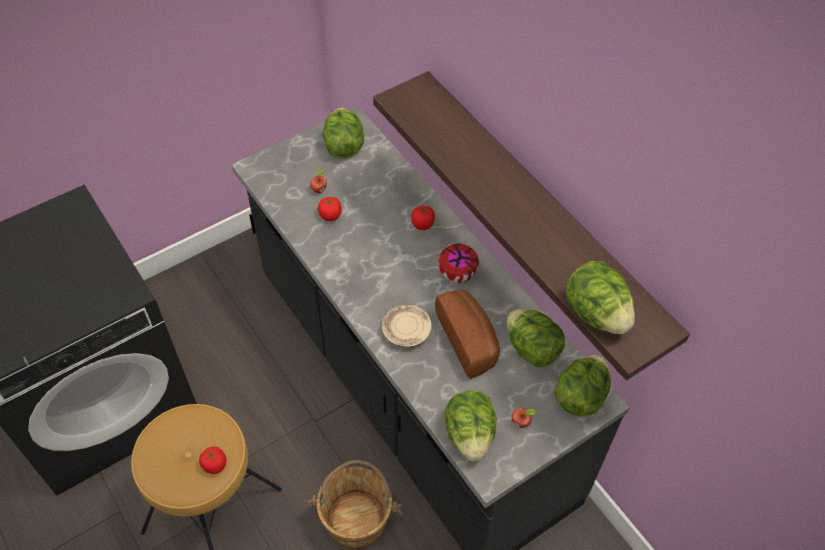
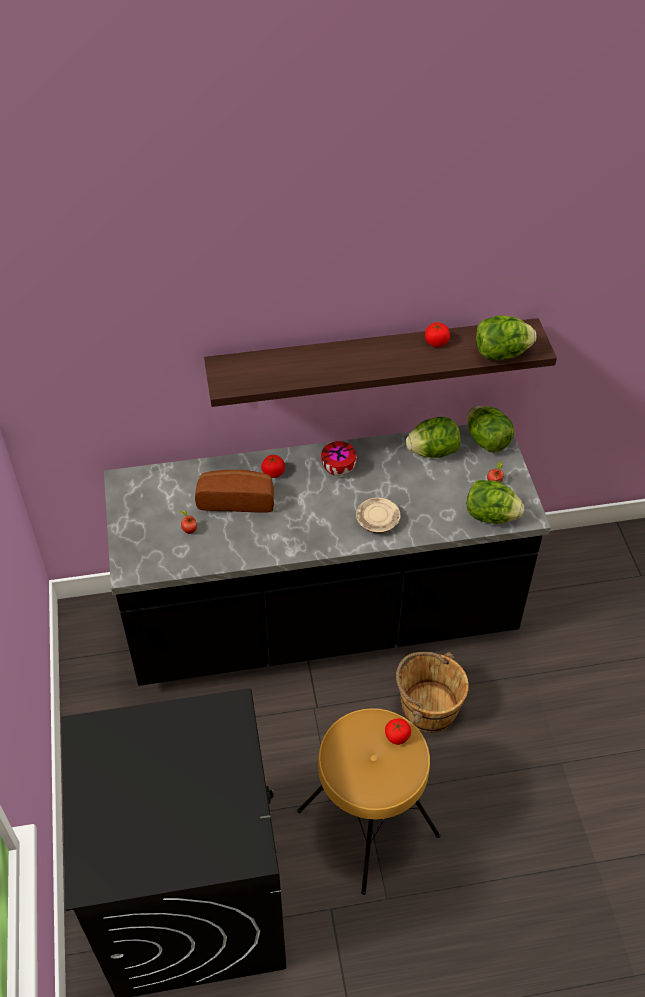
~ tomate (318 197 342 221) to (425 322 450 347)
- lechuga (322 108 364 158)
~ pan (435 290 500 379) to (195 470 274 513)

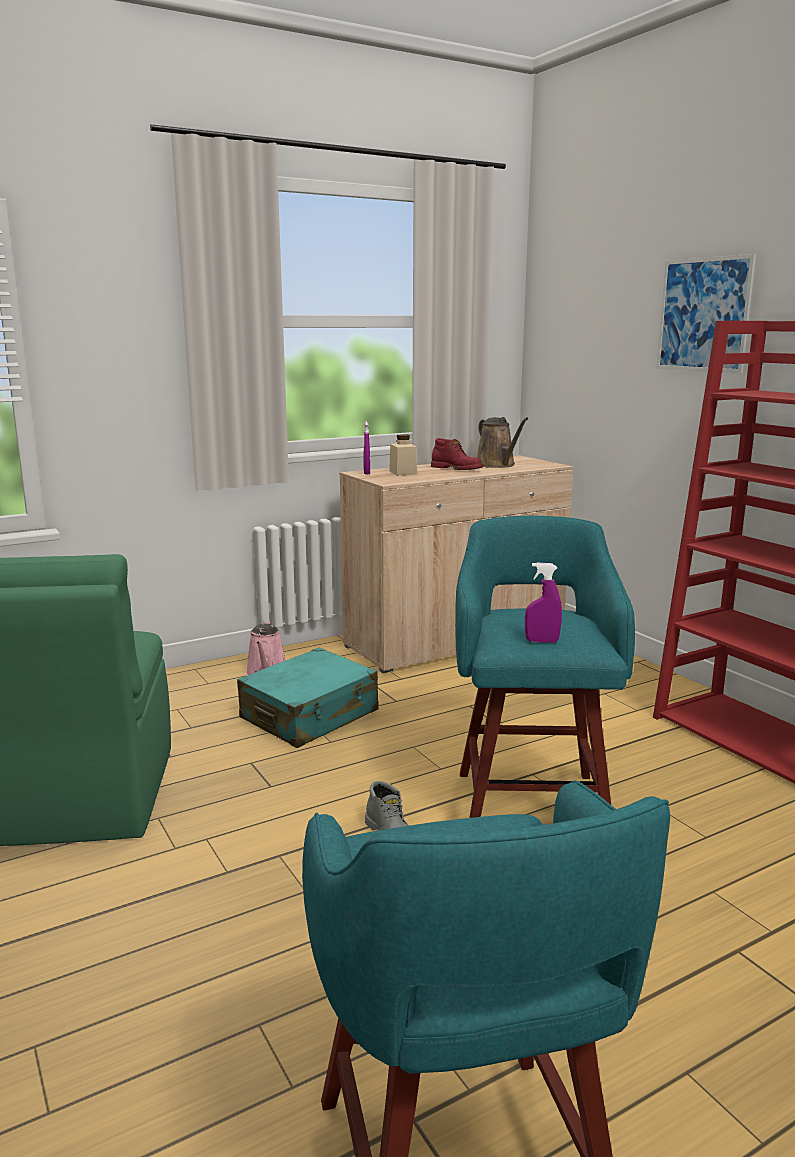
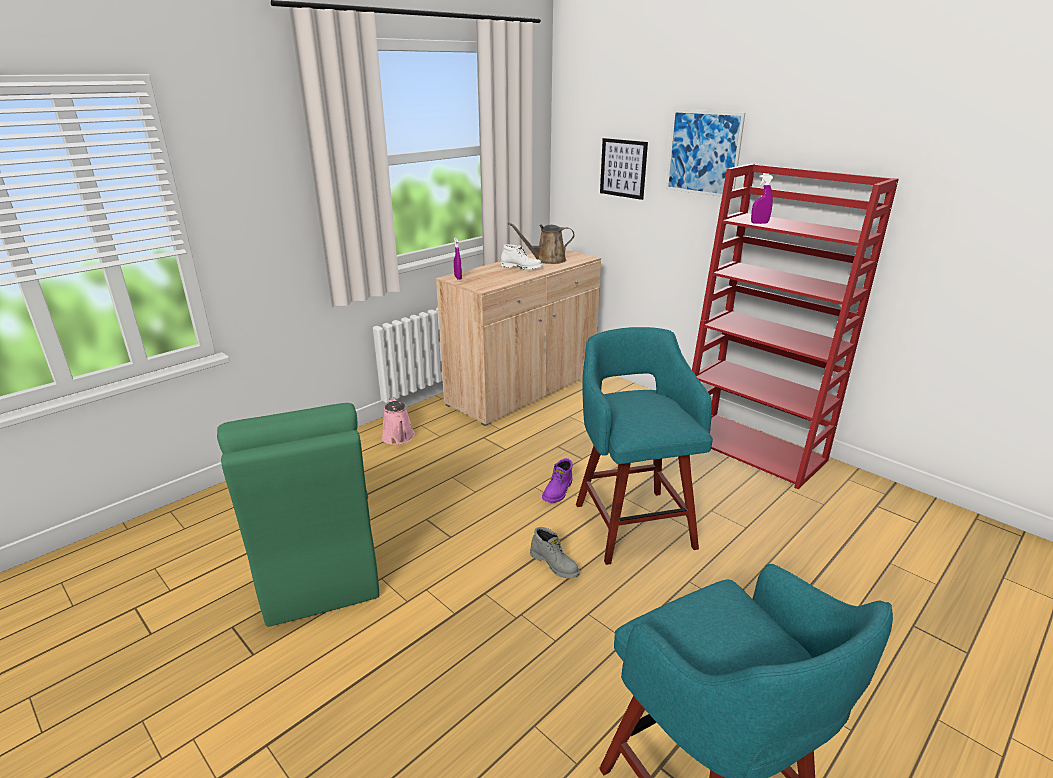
- maleta [turquesa] (237 648 379 748)
- tarro [beis] (389 434 417 476)
~ bota [rojo] (431 438 483 470) to bota [blanco] (501 244 543 270)
~ regadera [marrón] (477 417 528 468) = (508 222 575 264) 120 degrees clockwise
~ pulverizador [morado] (525 563 562 643) to (751 175 774 224)
+ bota [morado] (542 458 573 503)
+ cuadro (600 138 648 200)

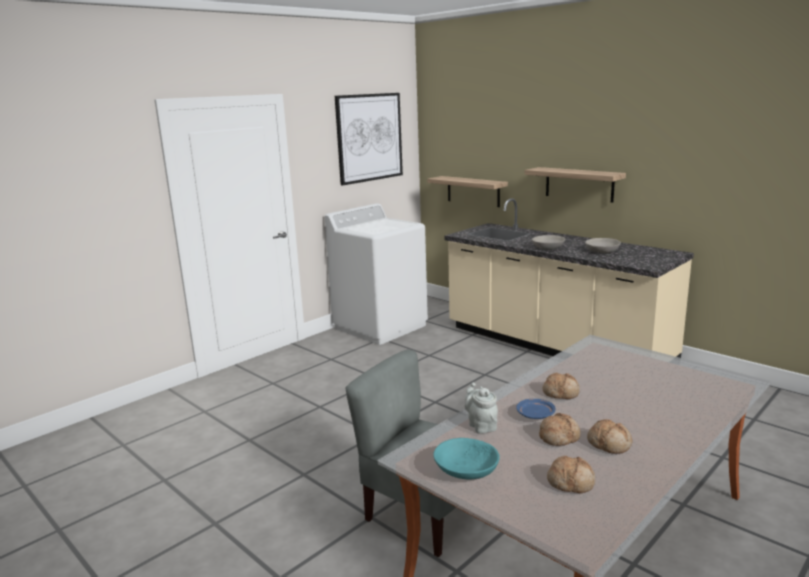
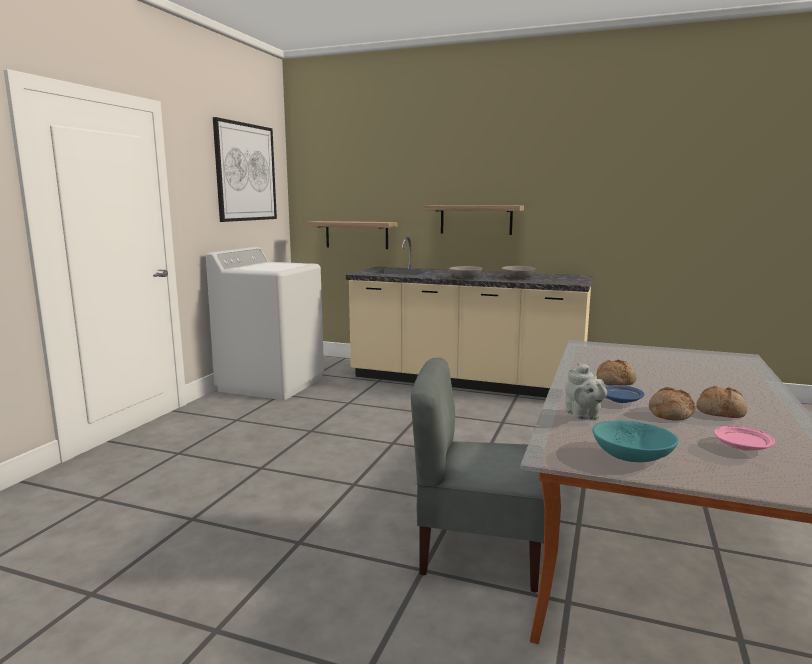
~ tetera [gris] (465 382 498 433) = (565 362 607 420) 150 degrees counterclockwise
~ pan (547 456 595 493) to plato [rosa] (714 426 775 451)

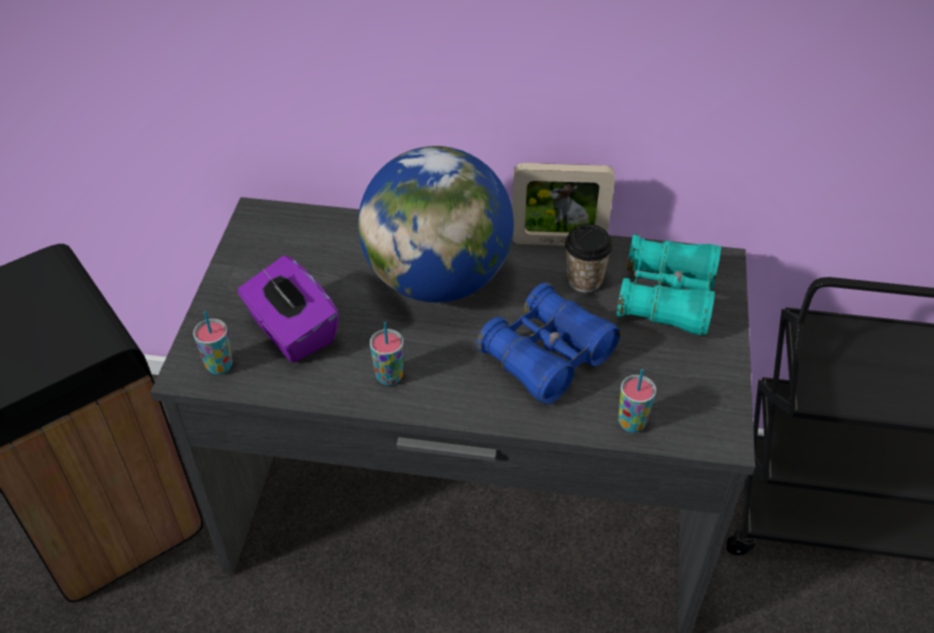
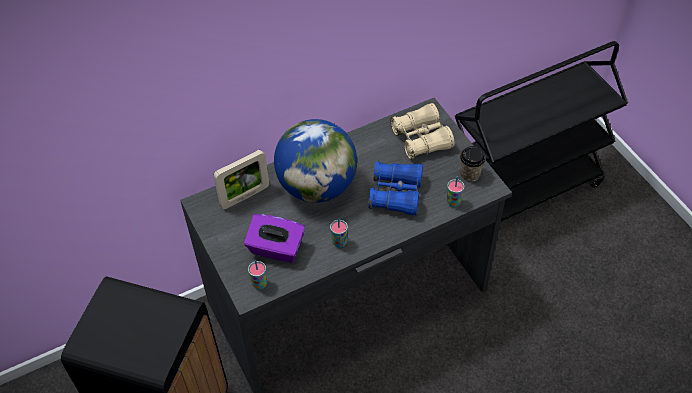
~ portarretratos (512 163 615 246) to (213 150 269 209)
~ taza (565 224 613 292) to (460 146 486 182)
~ prismáticos [turquesa] (616 234 721 336) to prismáticos [beis] (390 103 454 159)

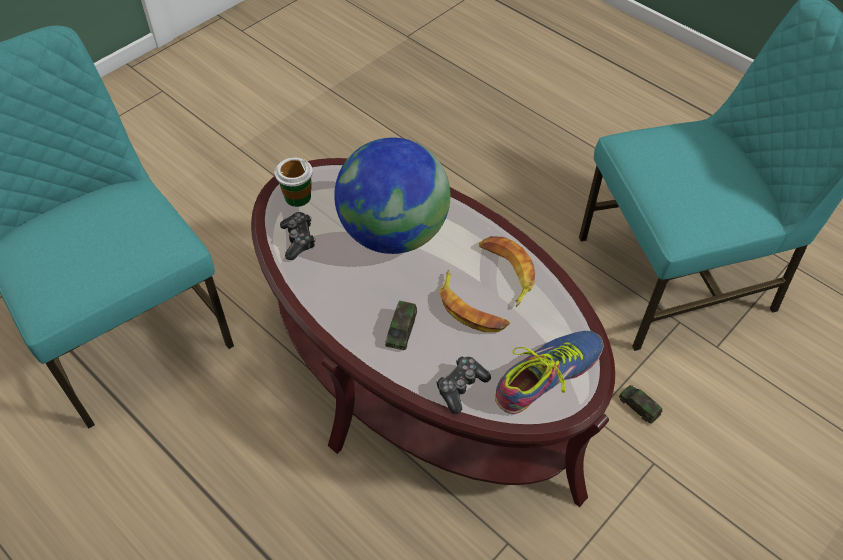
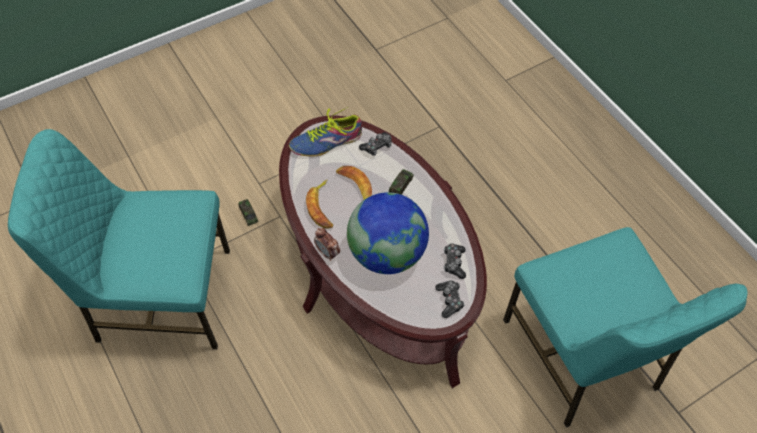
~ taza (275 157 313 207) to mando de consola (435 280 465 318)
+ despertador (314 228 340 261)

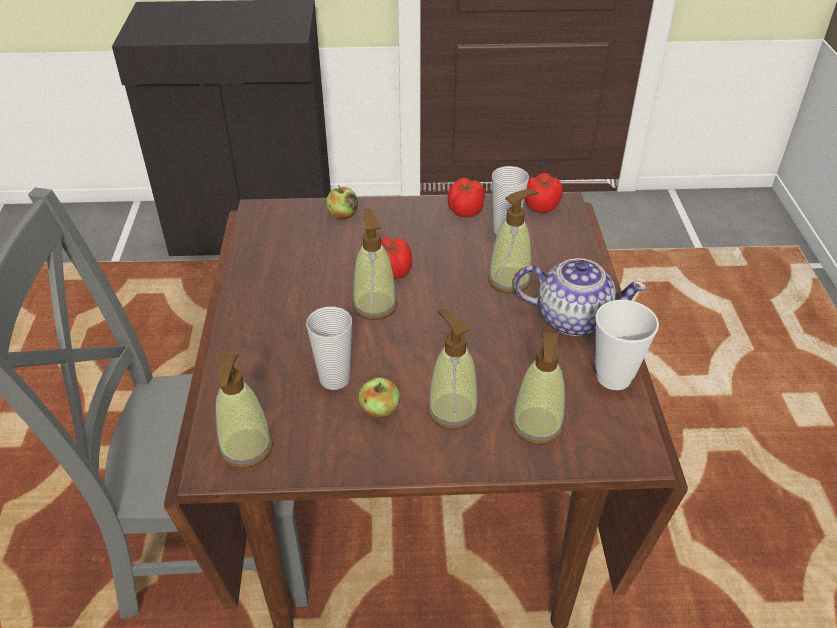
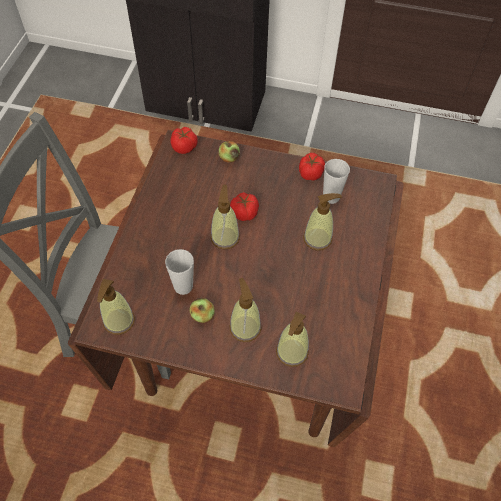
- tetera (514 258 647 336)
~ tomate (525 173 563 213) to (170 127 198 154)
- taza (595 300 659 390)

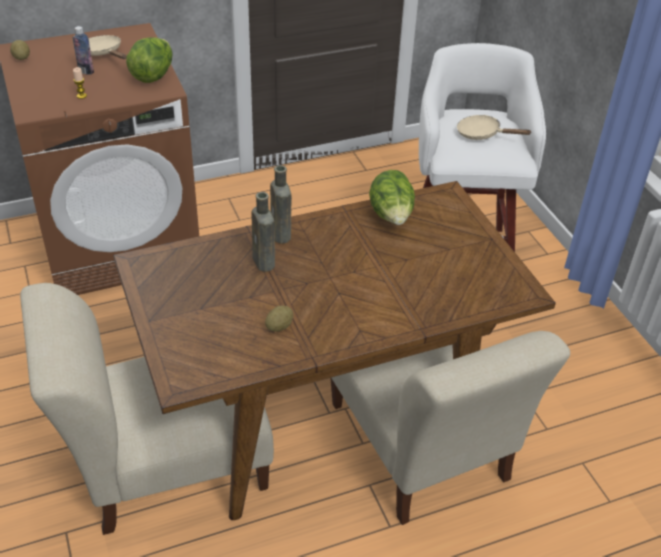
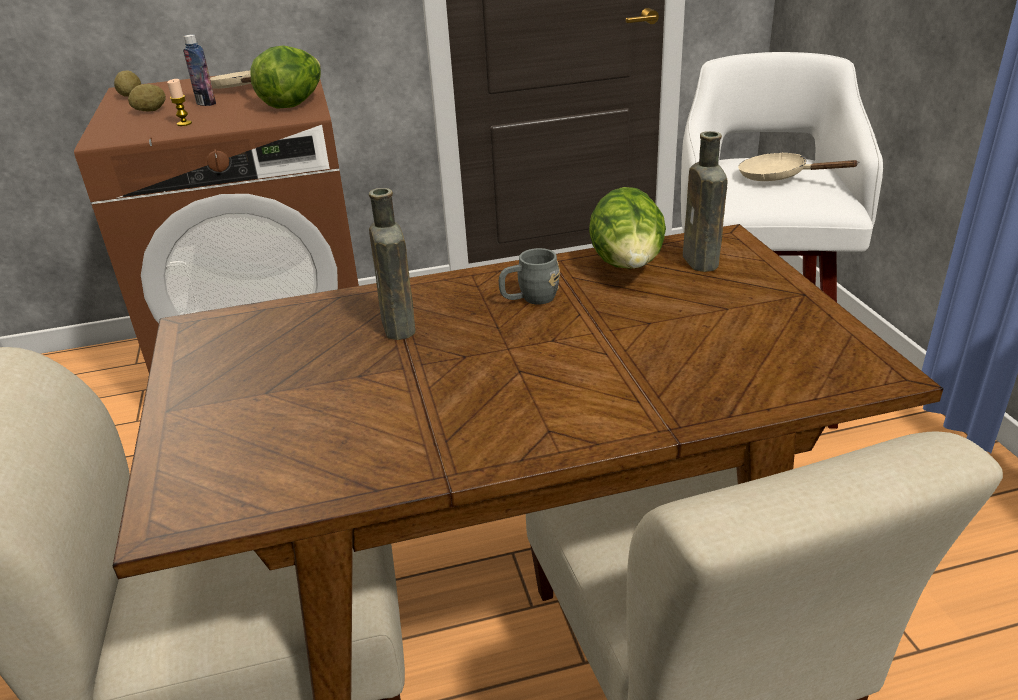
~ patata (265 305 293 332) to (128 84 166 112)
~ botella [marrón] (270 165 292 244) to (683 131 728 272)
+ taza grande [gris] (499 248 560 305)

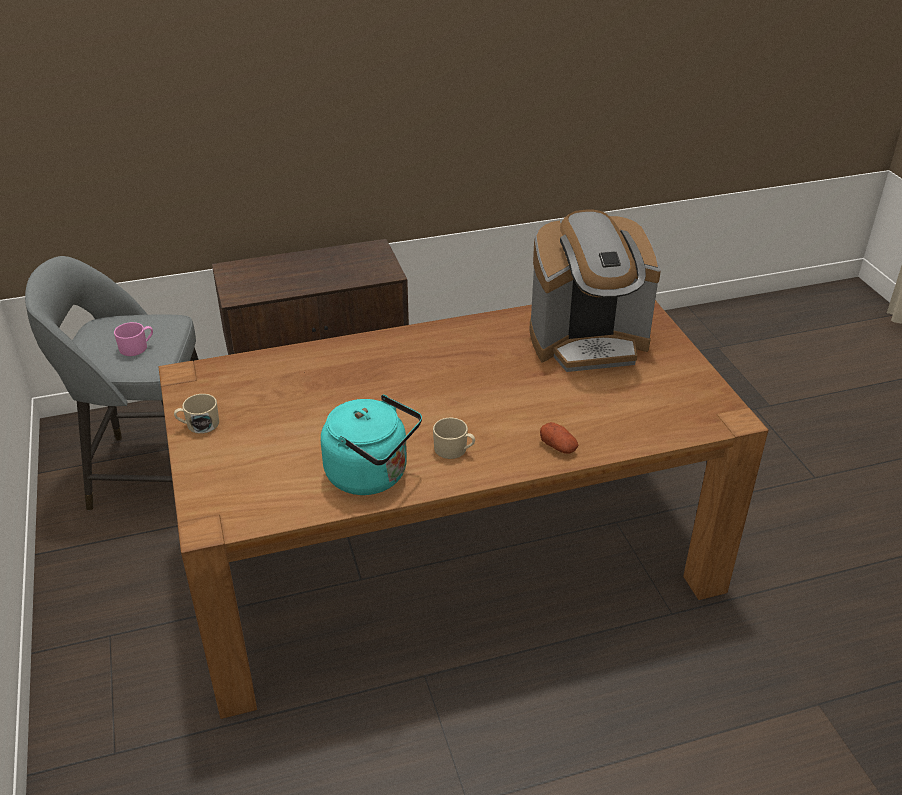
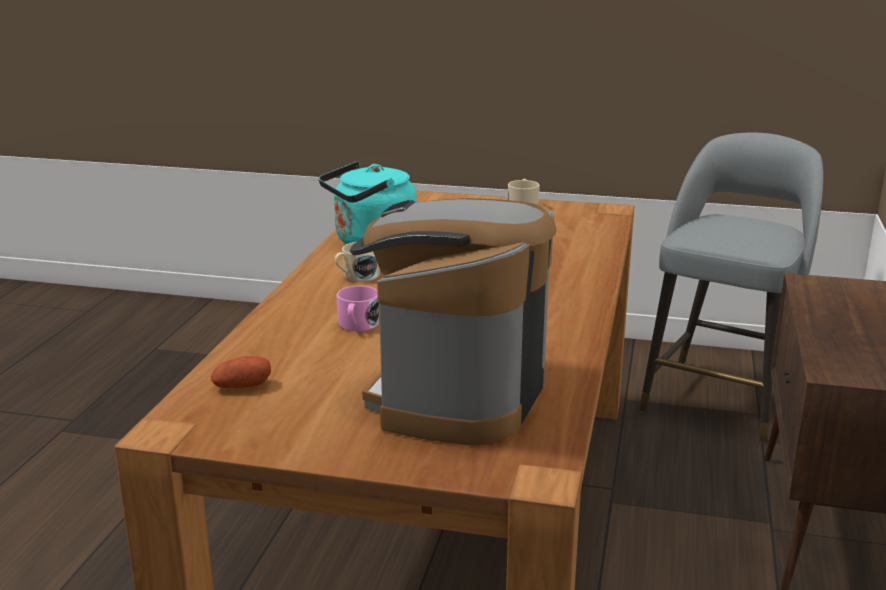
~ taza grande [rosa] (114 322 153 356) to (336 286 379 332)
~ patata (540 422 578 454) to (211 356 271 388)

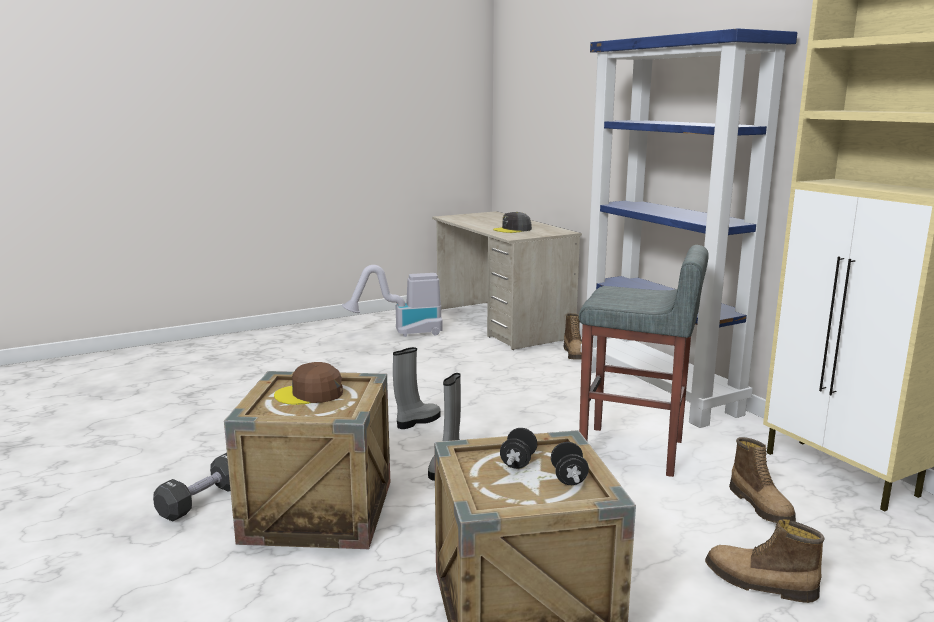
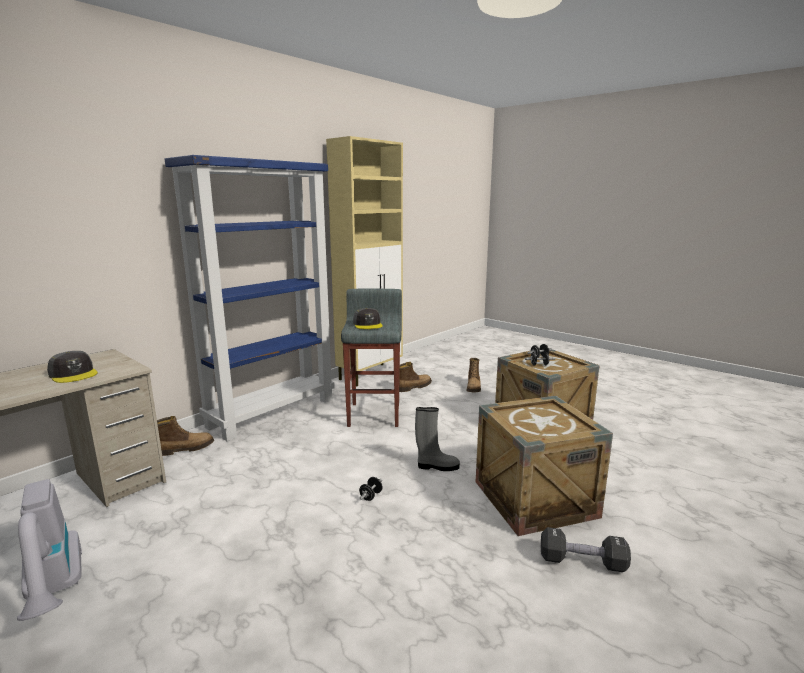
- gorra [marrón] (274 362 343 405)
~ bota [gris] (393 347 441 429) to mancuerna [negro] (359 477 383 501)
+ gorra [gris] (353 308 383 329)

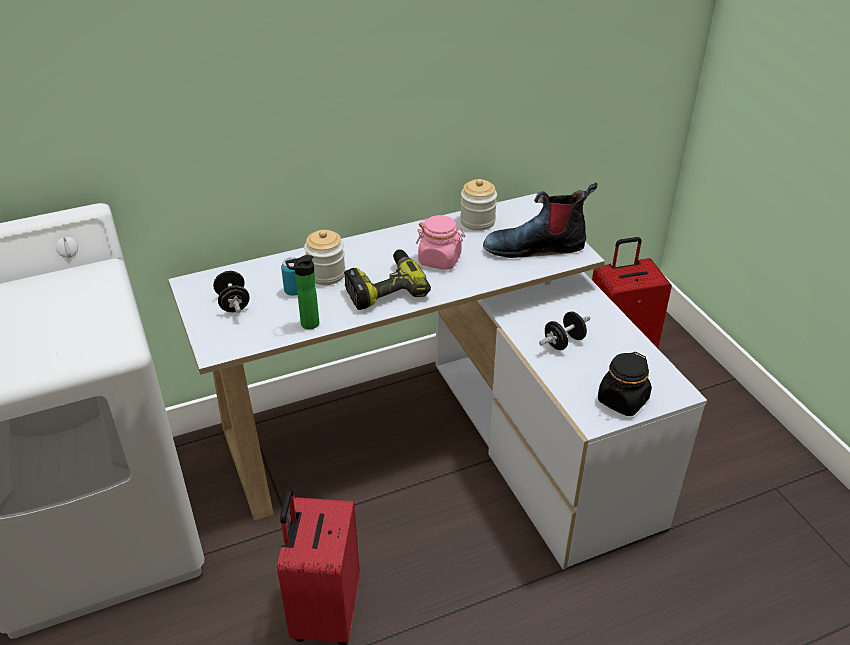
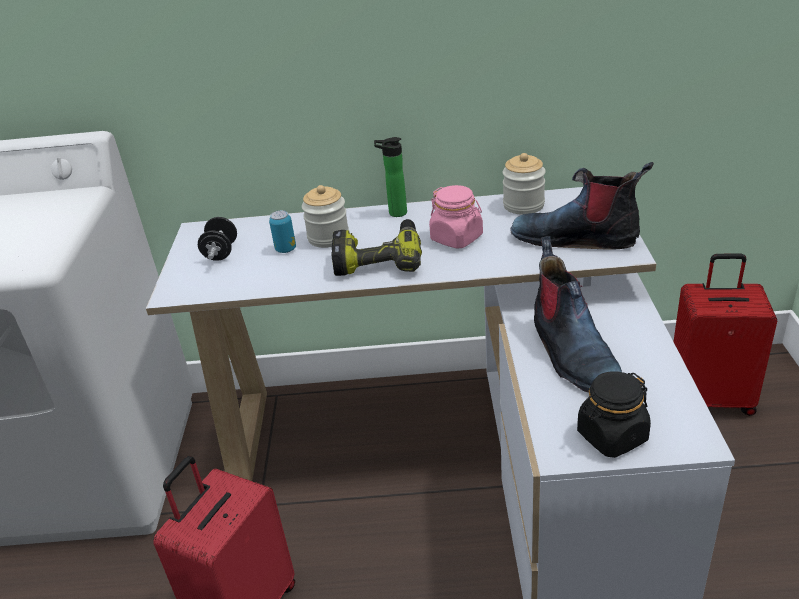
~ botella (285 255 319 329) to (374 137 407 217)
~ mancuerna [negro] (539 311 590 350) to bota (534 236 622 392)

